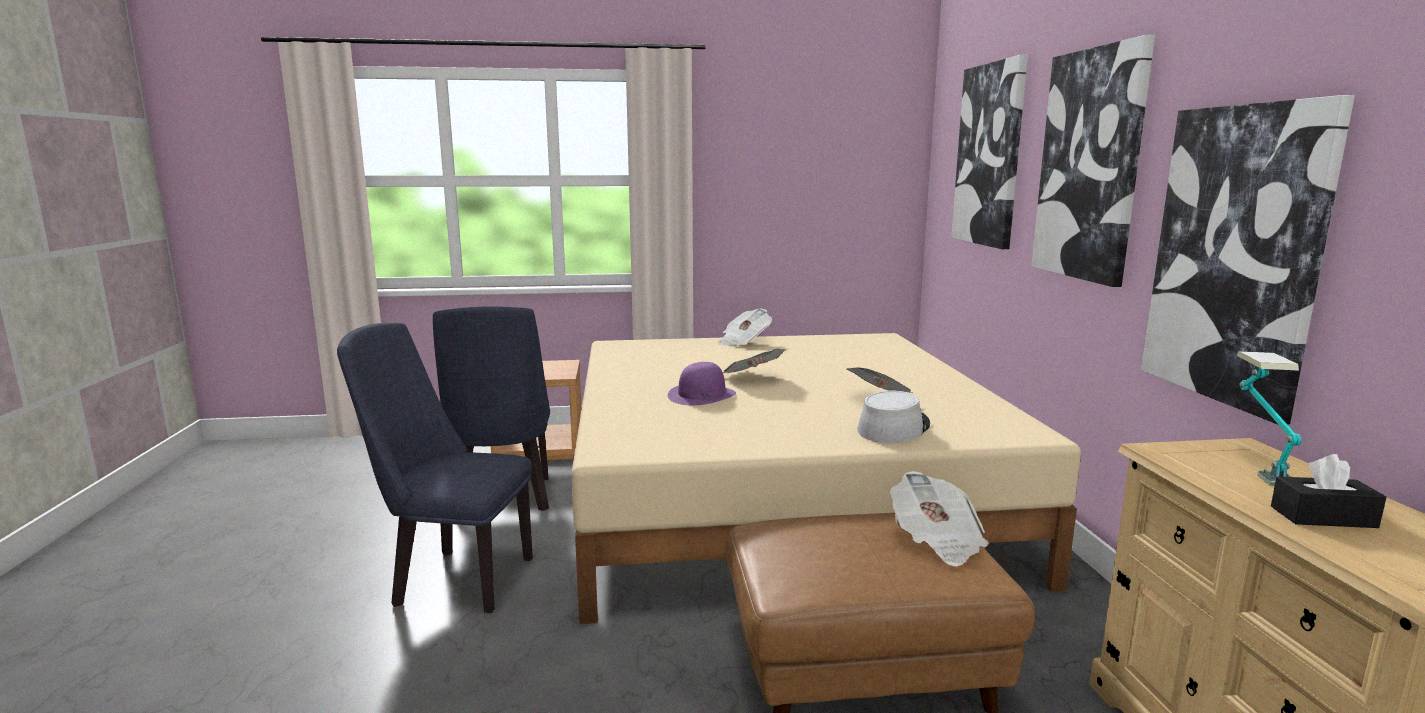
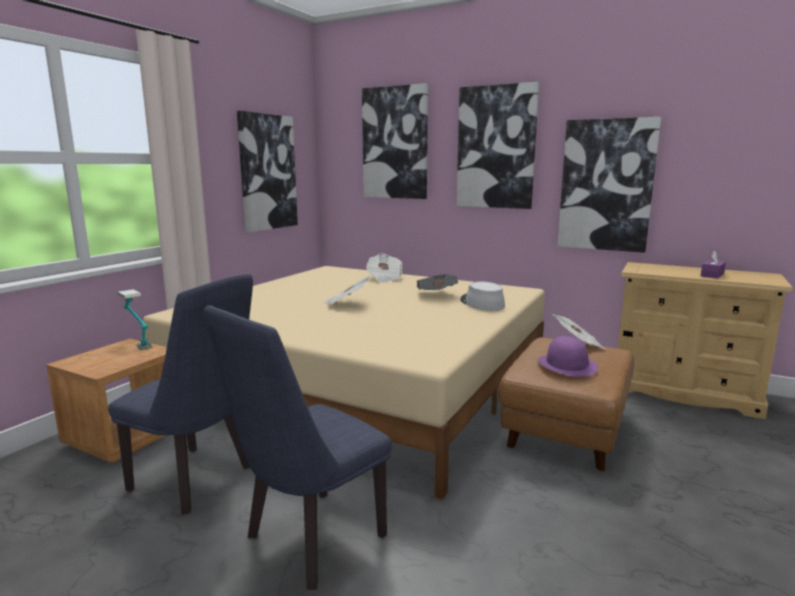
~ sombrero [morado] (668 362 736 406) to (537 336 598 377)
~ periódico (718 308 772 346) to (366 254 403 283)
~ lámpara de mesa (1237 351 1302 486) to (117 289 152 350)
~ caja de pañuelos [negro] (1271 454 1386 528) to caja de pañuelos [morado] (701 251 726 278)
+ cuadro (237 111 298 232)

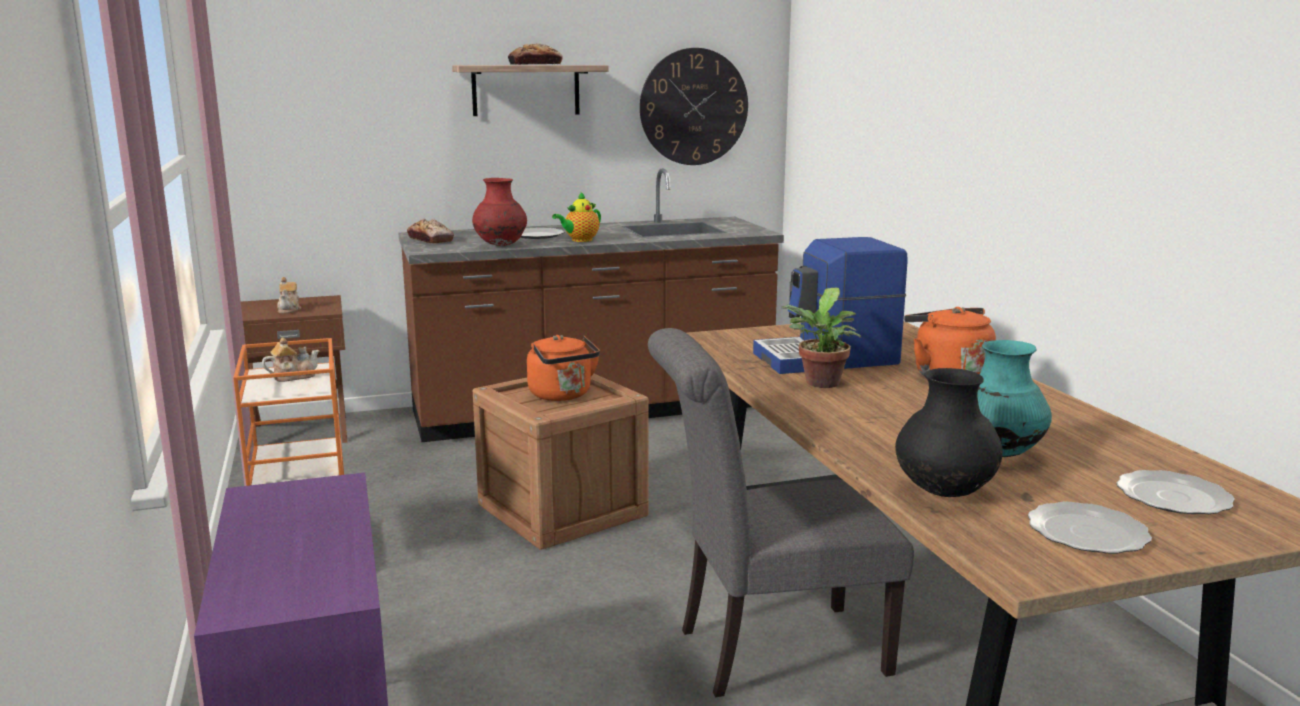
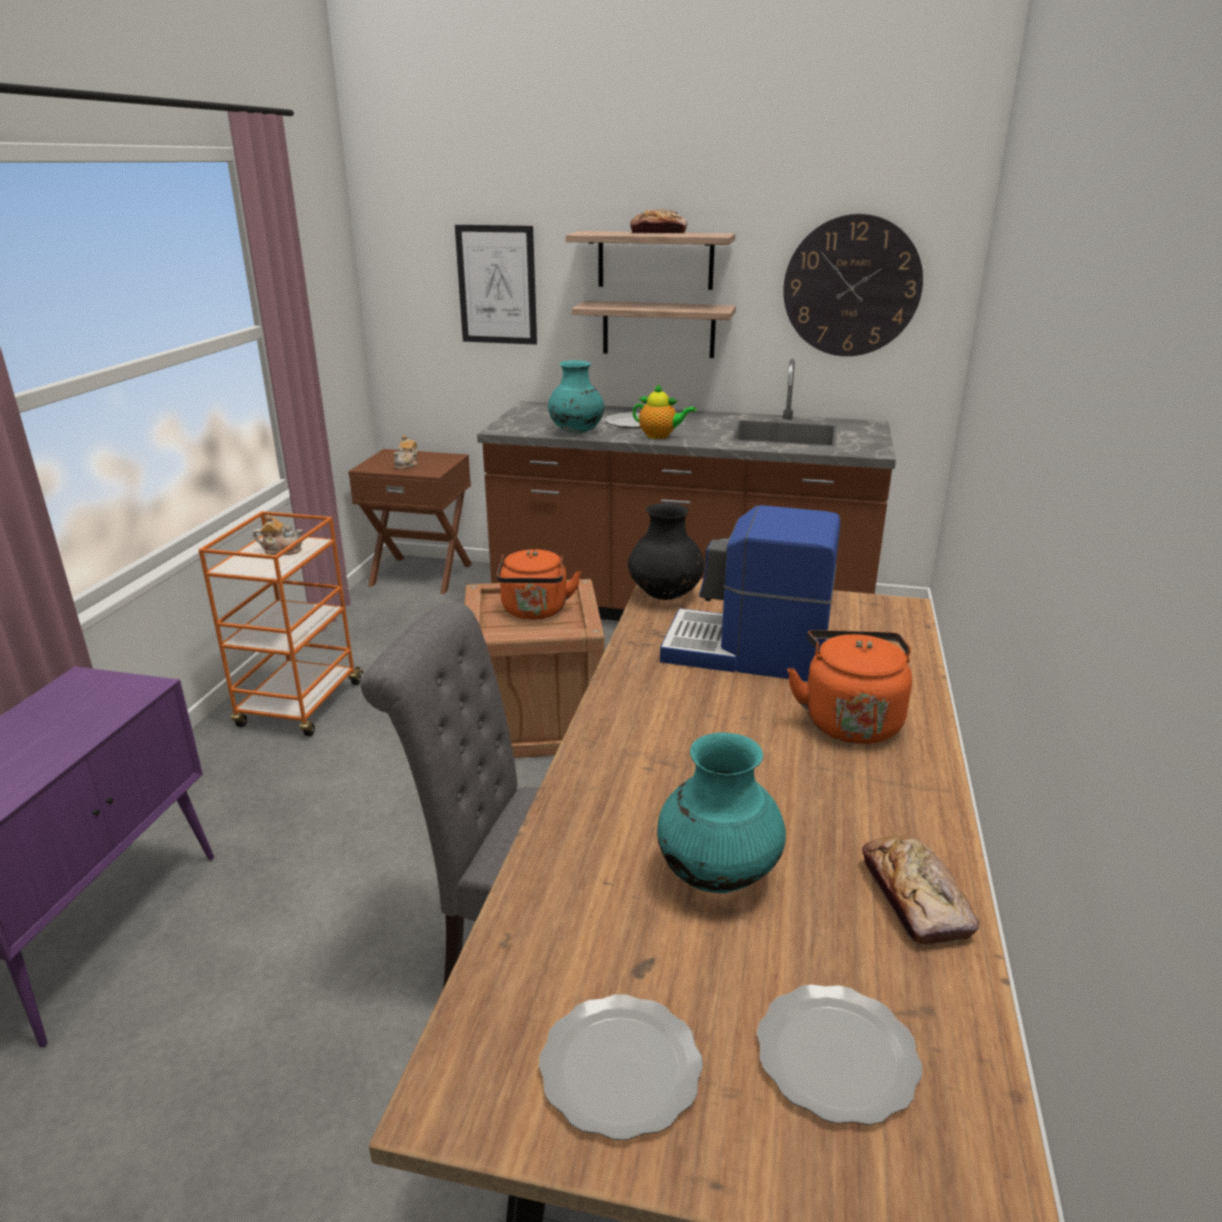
~ pan (407 219 454 244) to (862 836 979 946)
~ florero [rojo] (472 178 527 246) to florero [turquesa] (548 360 604 433)
~ tetera (552 191 601 242) = (633 384 696 439) 150 degrees counterclockwise
- planta en maceta (782 288 861 388)
~ florero [negro] (895 368 1003 497) to (628 503 705 600)
+ cuadro (455 225 537 345)
+ estante (572 301 736 358)

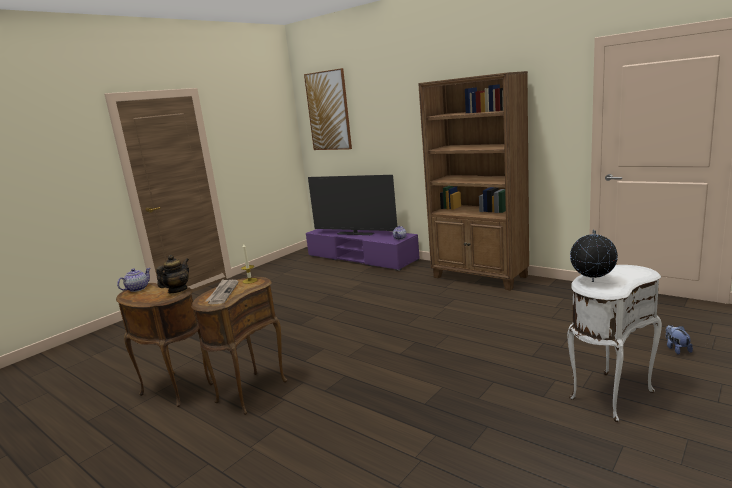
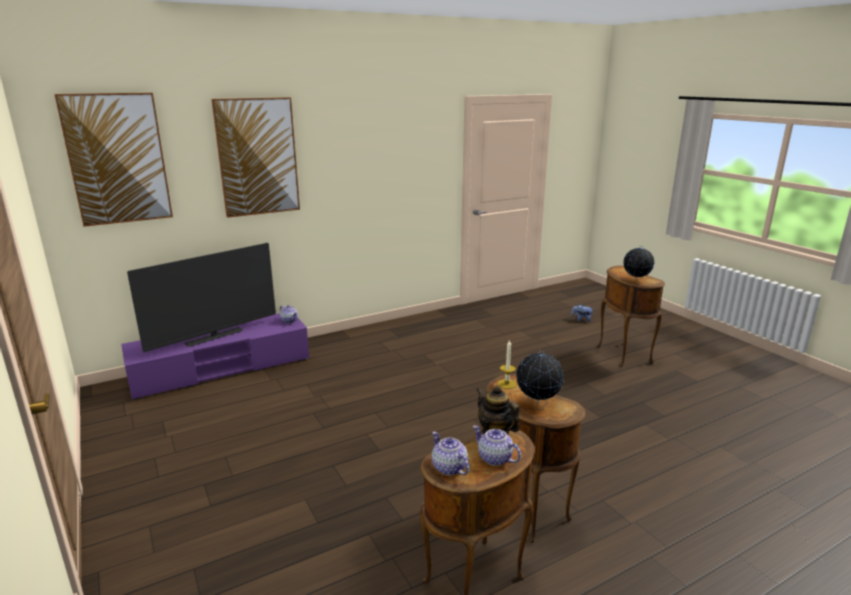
~ periódico (205 279 239 304) to globo terráqueo (516 351 564 403)
- estantería [marrón] (418 71 529 291)
~ mesa auxiliar [blanco] (567 265 662 422) to mesa auxiliar [marrón] (597 265 665 367)
+ cuadro (211 97 300 218)
+ tetera (473 425 521 466)

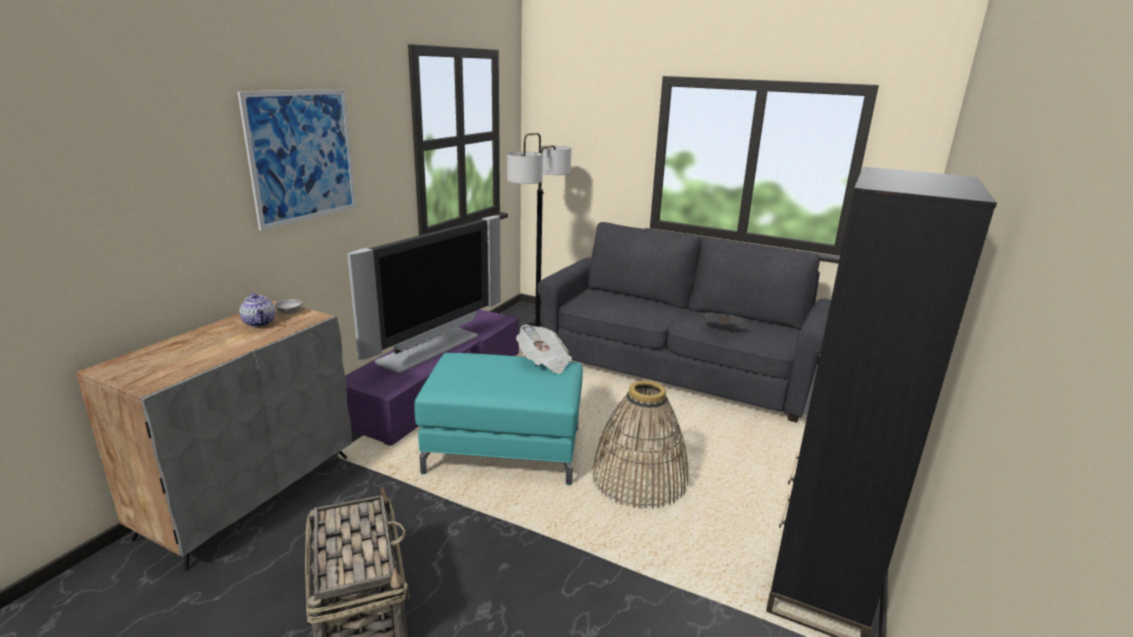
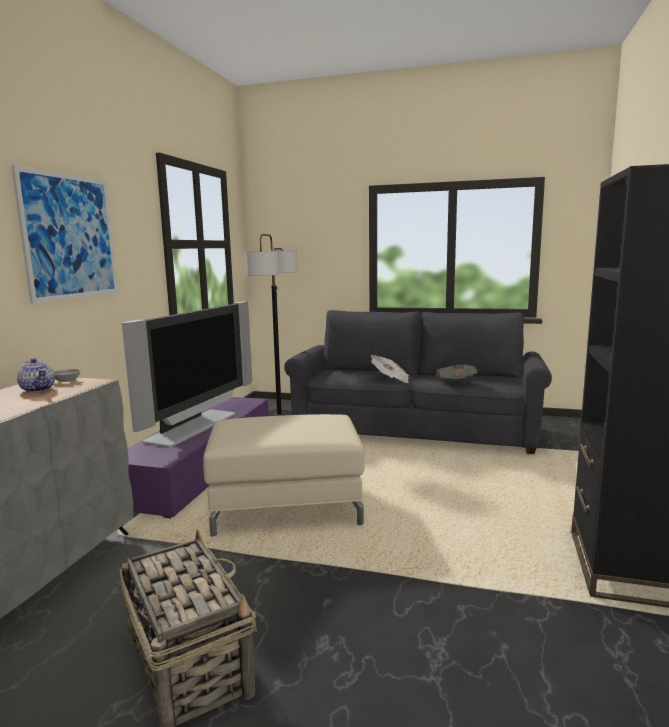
~ puf [turquesa] (415 353 583 485) to puf [beis] (203 414 364 537)
~ periódico (516 324 572 374) to (371 355 409 383)
- cesta (593 381 688 509)

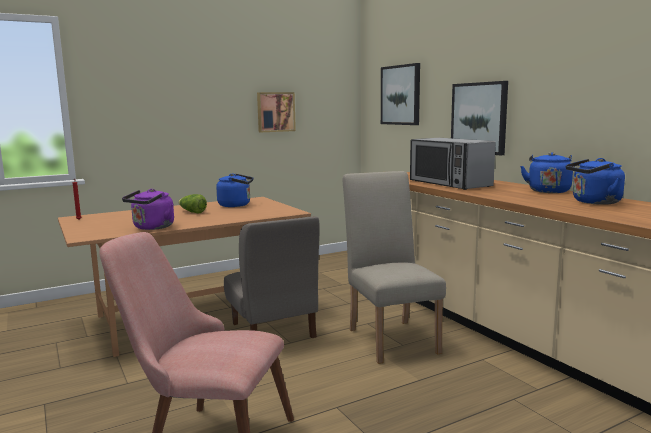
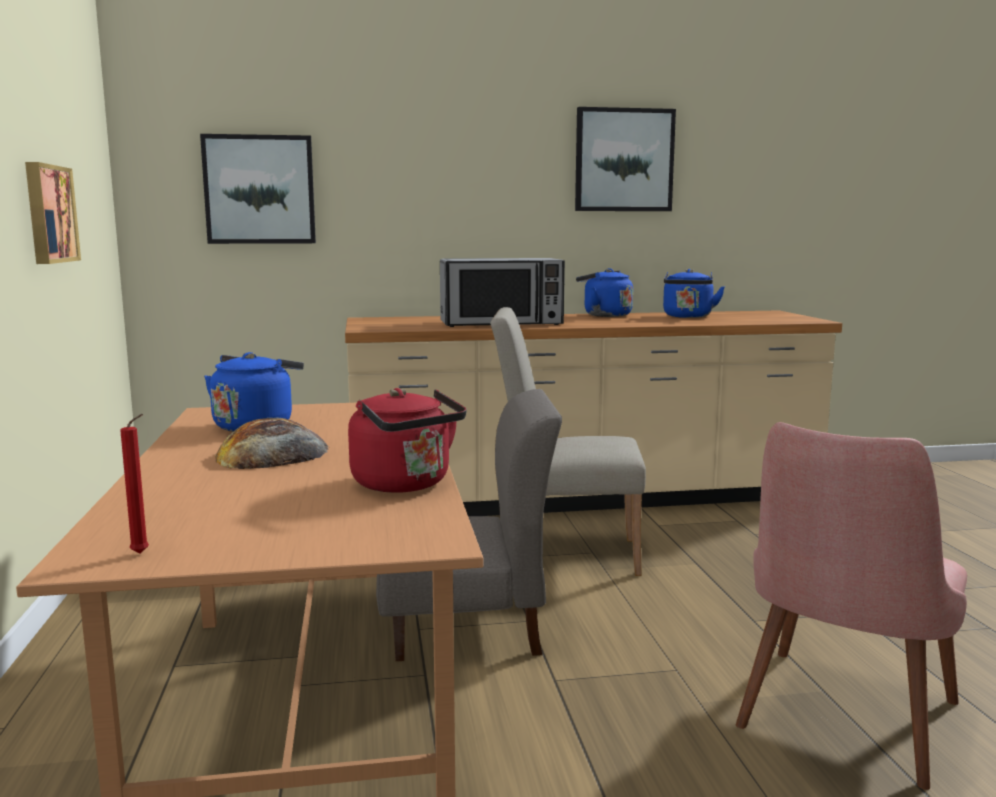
~ hervidor [morado] (122 189 174 230) to hervidor [rojo] (348 388 466 493)
~ lechuga (178 194 207 214) to pan (215 418 329 469)
~ cuadro (451 81 508 156) to (575 107 676 211)

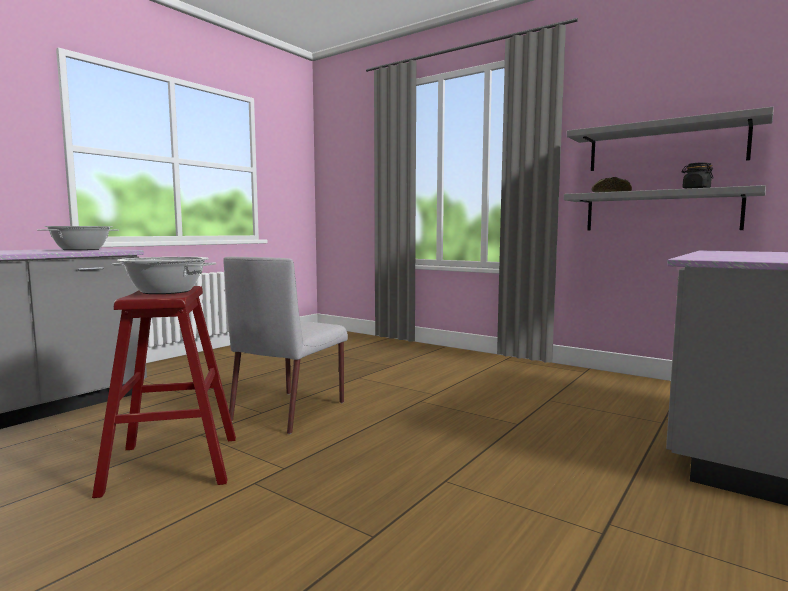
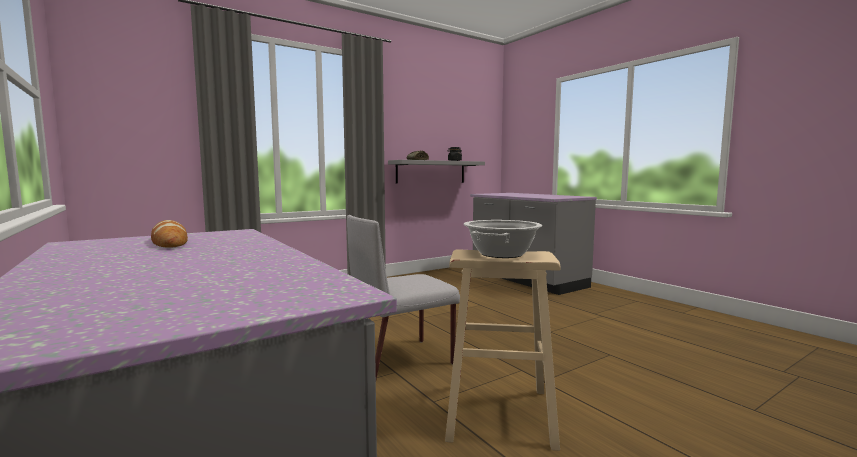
~ olla (37 226 119 250) to pan (151 220 188 248)
~ taburete [rojo] (92 286 236 498) to taburete [beis] (445 249 560 451)
~ silla [gris] (223 257 348 434) = (347 215 460 379) 105 degrees clockwise
- estante [gris] (567 107 774 171)

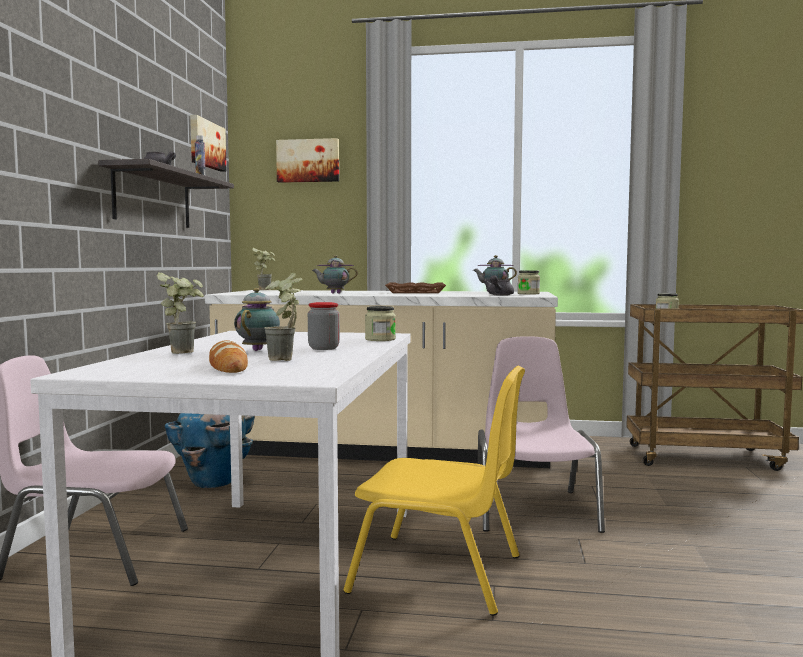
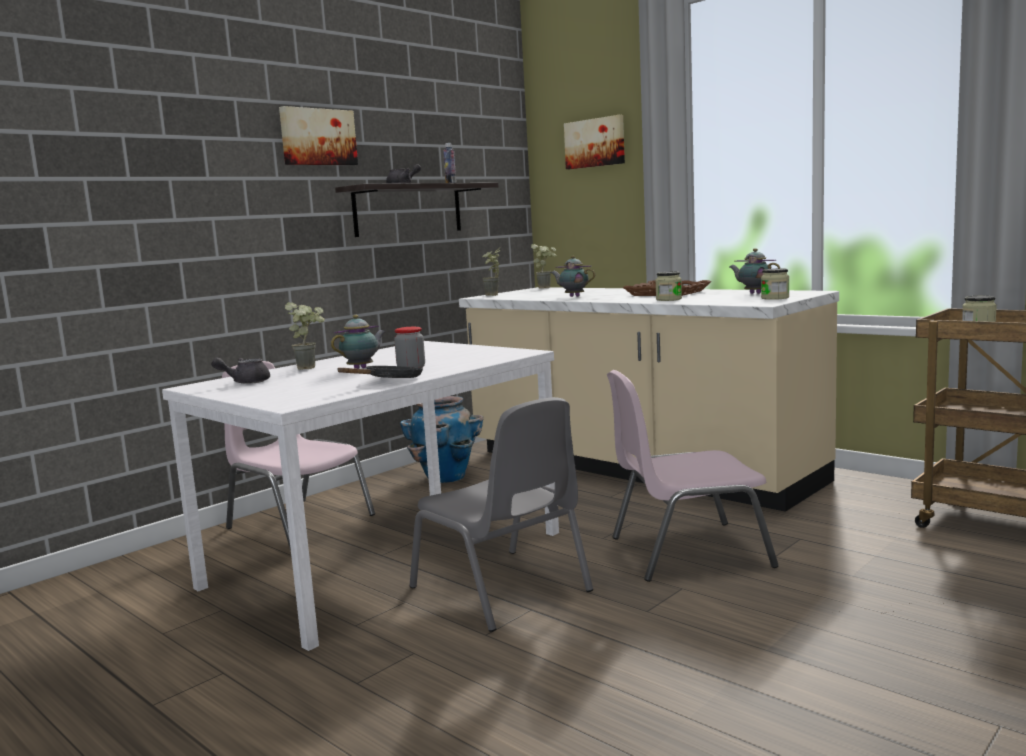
~ cuadro (190 115 226 172) to (279 106 358 165)
- pan (209 340 248 373)
~ planta en maceta (264 273 303 361) to (482 247 501 296)
~ silla [amarillo] (343 365 525 616) to silla [gris] (410 397 593 632)
~ tarro (365 306 396 341) to (655 271 682 301)
~ silla [rosa] (478 336 605 533) = (607 370 779 582) 135 degrees counterclockwise
~ tetera [gris] (483 275 514 296) to (211 357 270 384)
+ sartén [negro] (338 366 423 378)

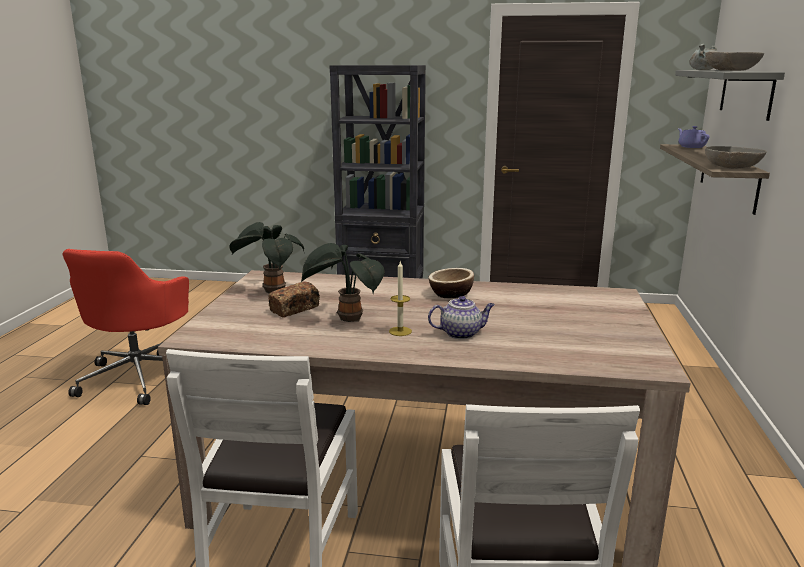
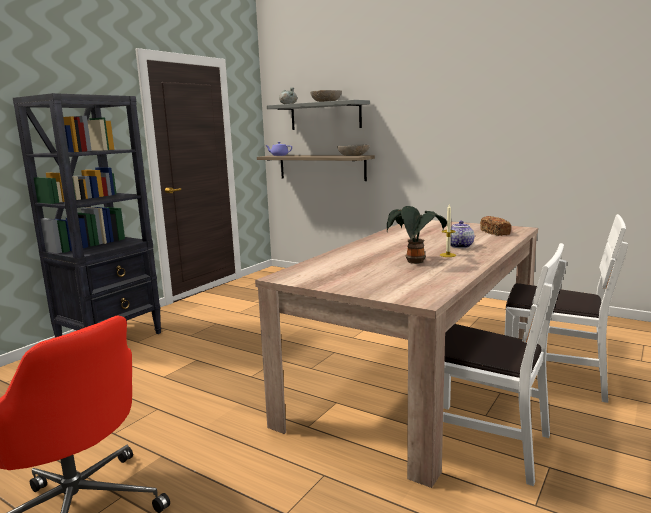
- planta en maceta (229 222 304 293)
~ pan (268 281 320 318) to (480 216 511 236)
- cuenco (428 268 474 298)

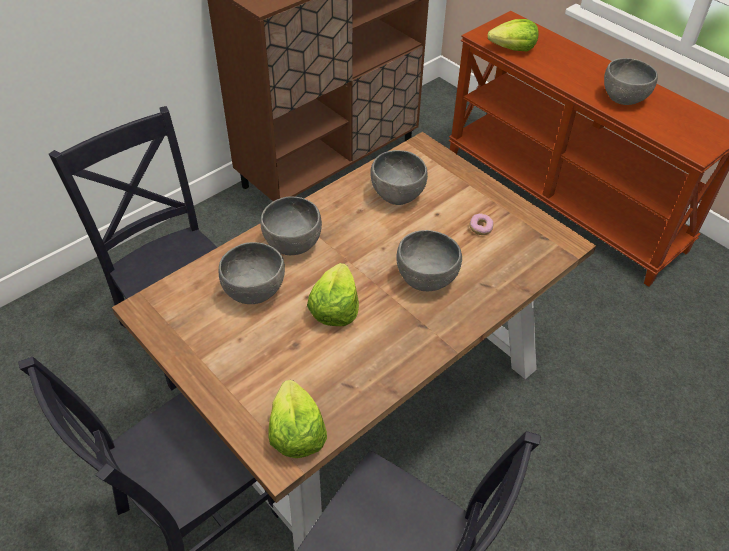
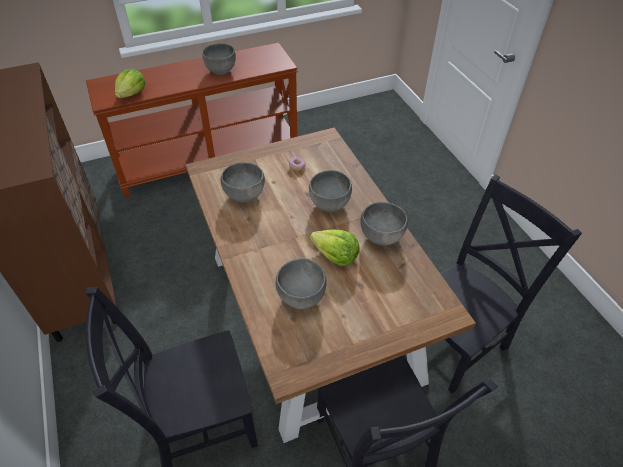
~ cuenco [gris] (260 196 322 255) to (360 202 408 245)
- lechuga (268 380 327 458)

